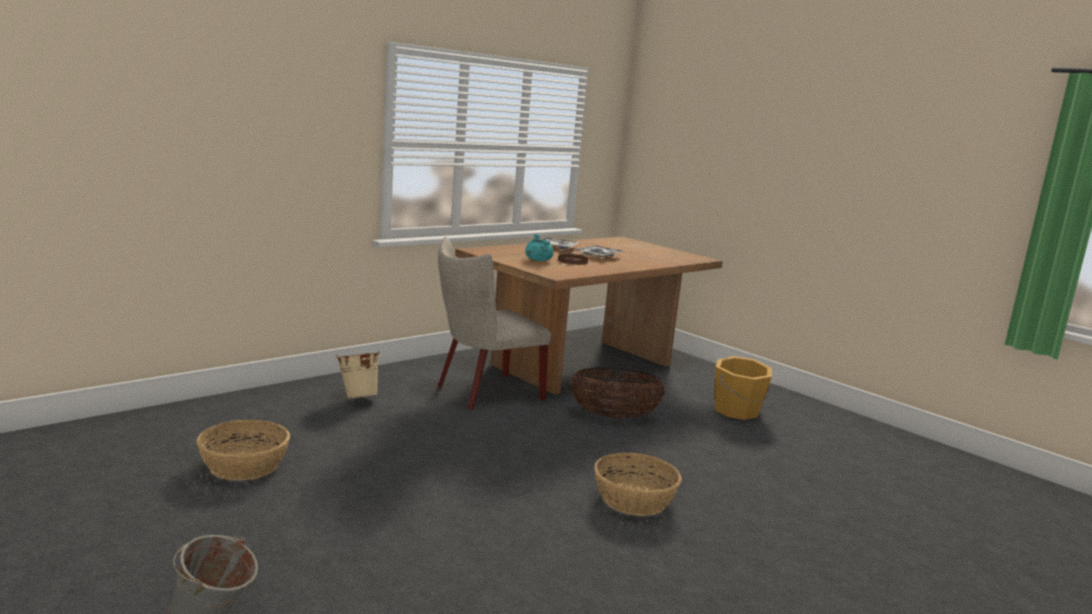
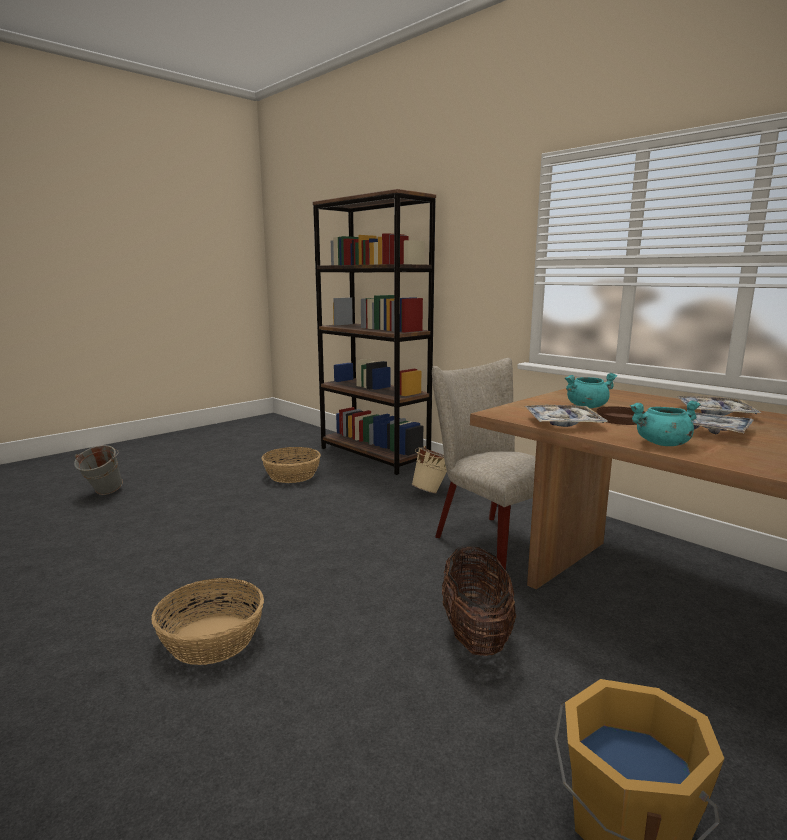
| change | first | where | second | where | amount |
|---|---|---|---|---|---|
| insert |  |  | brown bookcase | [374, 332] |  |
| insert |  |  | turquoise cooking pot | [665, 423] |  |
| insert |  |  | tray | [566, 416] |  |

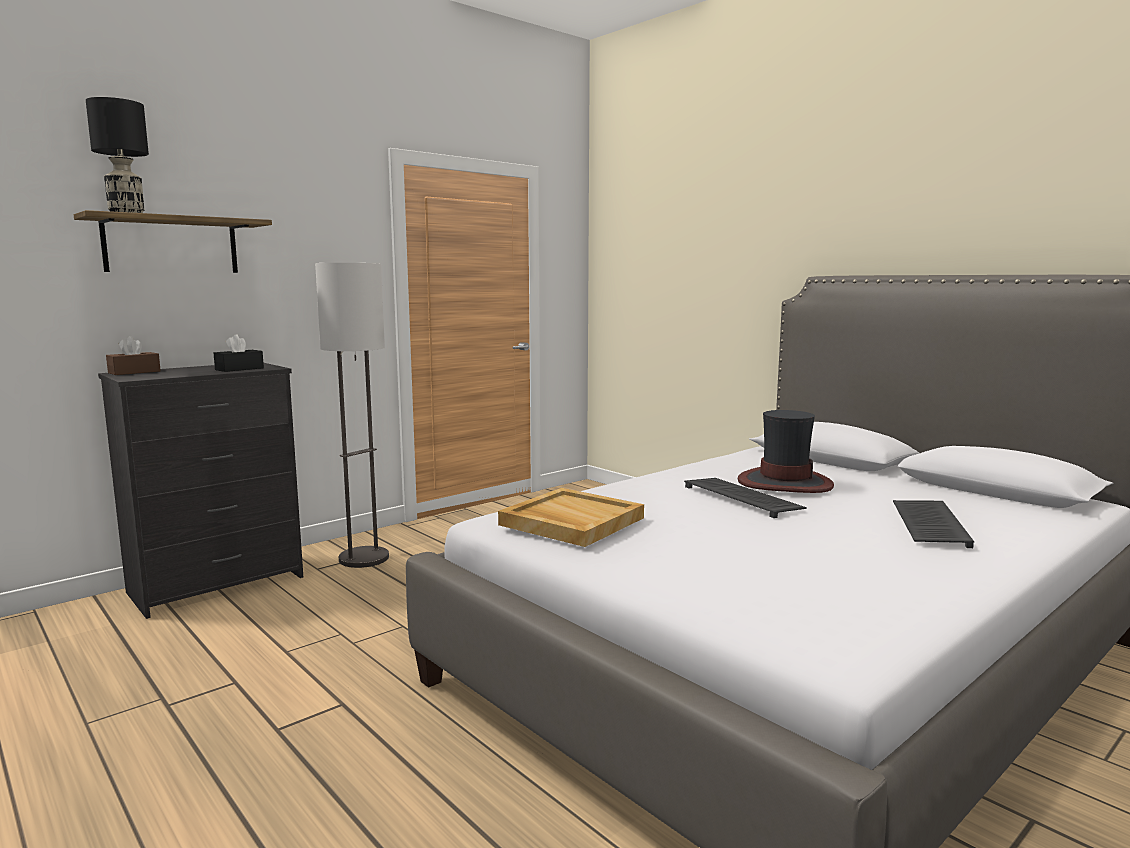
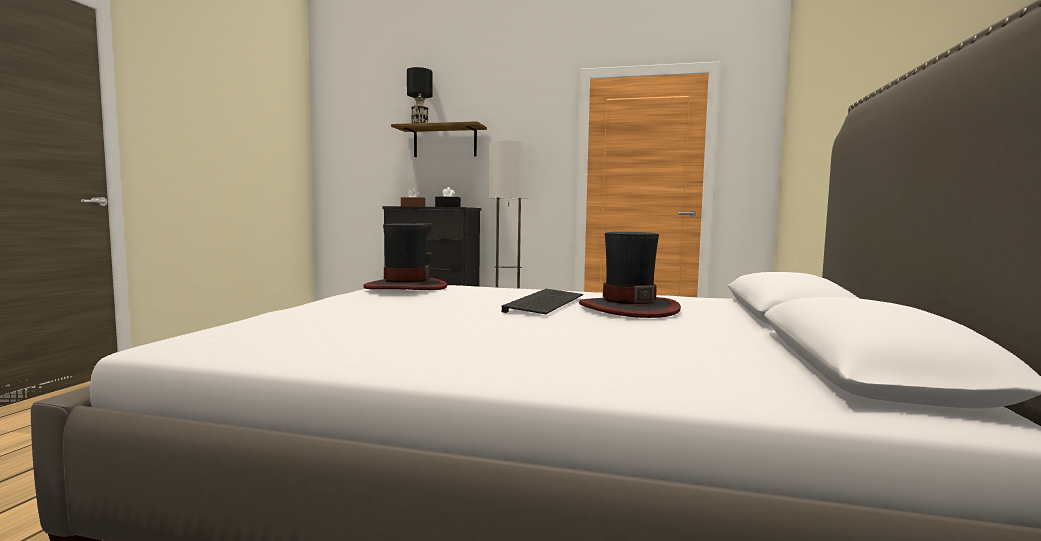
| change | first | where | second | where | amount |
|---|---|---|---|---|---|
| replace | beige tray | [571, 517] | hat | [405, 256] |  |
| delete | keyboard | [933, 524] |  |  |  |

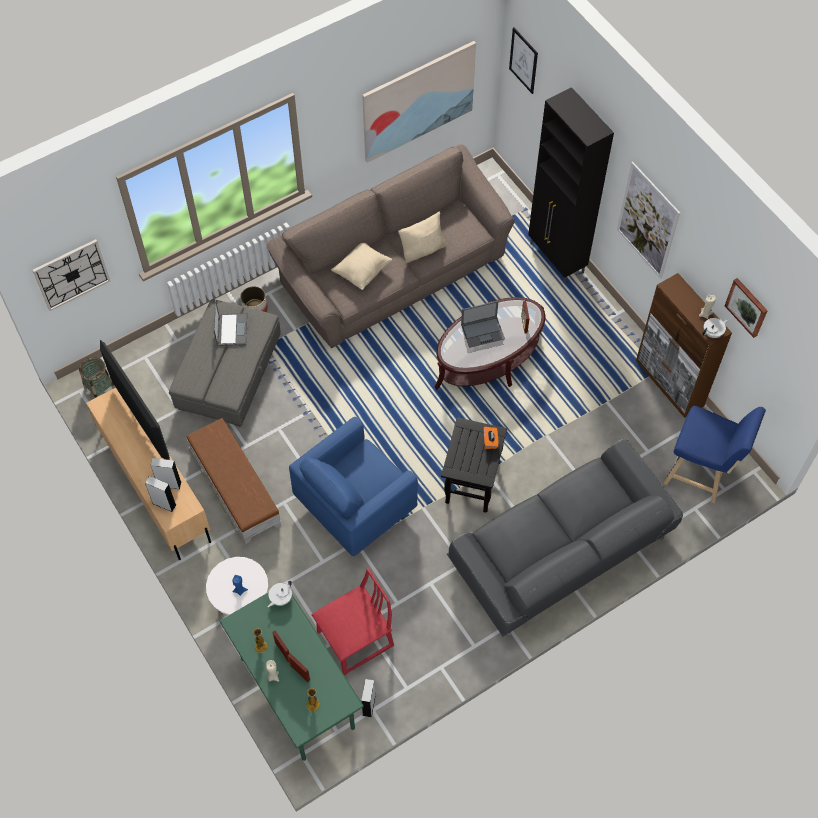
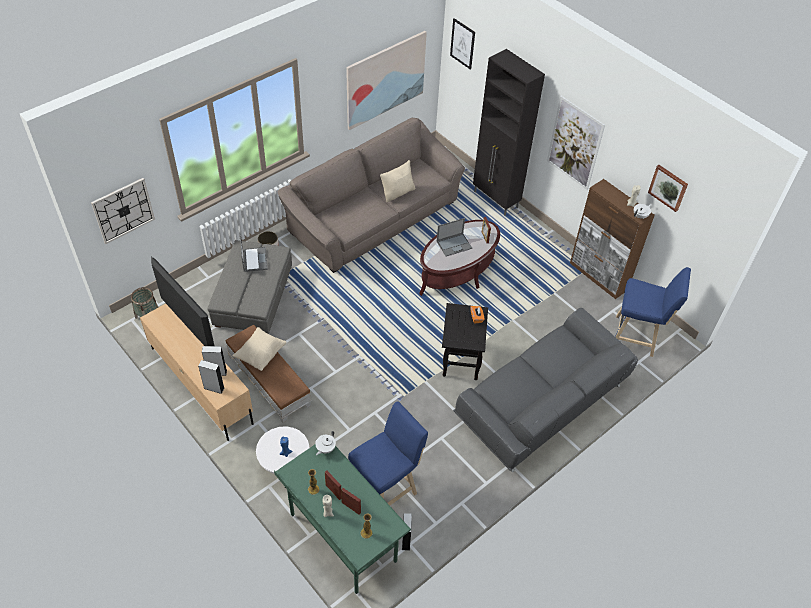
| change | first | where | second | where | amount |
|---|---|---|---|---|---|
| move | beige pillow | [361, 266] |  | [259, 349] |  |
| delete | blue armchair | [353, 486] |  |  |  |
| replace | red chair | [353, 621] | blue stool | [388, 453] |  |

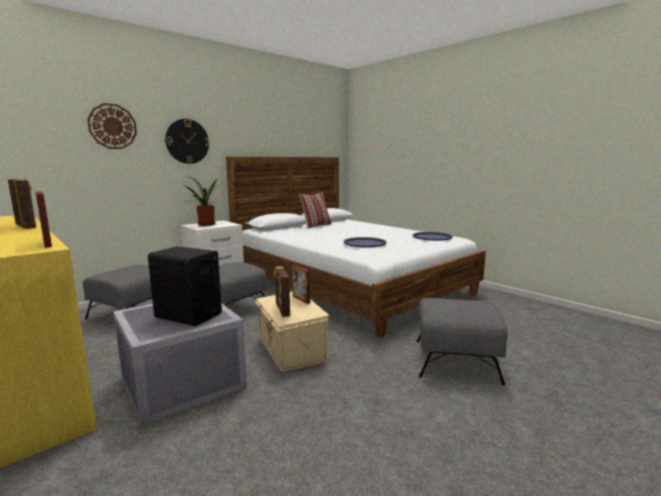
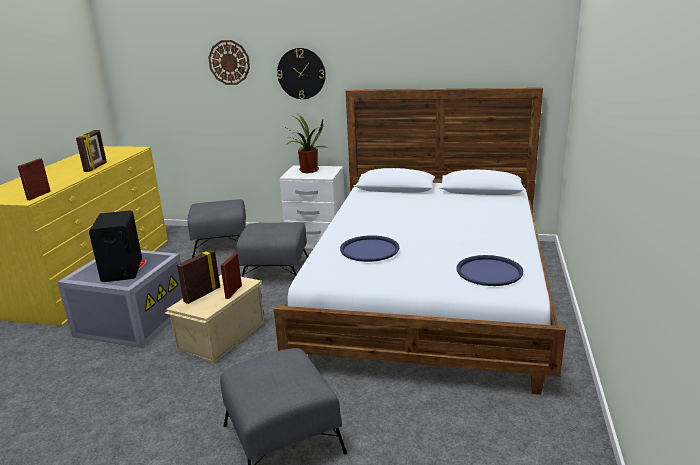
| change | first | where | second | where | amount |
|---|---|---|---|---|---|
| delete | pillow | [315, 210] |  |  |  |

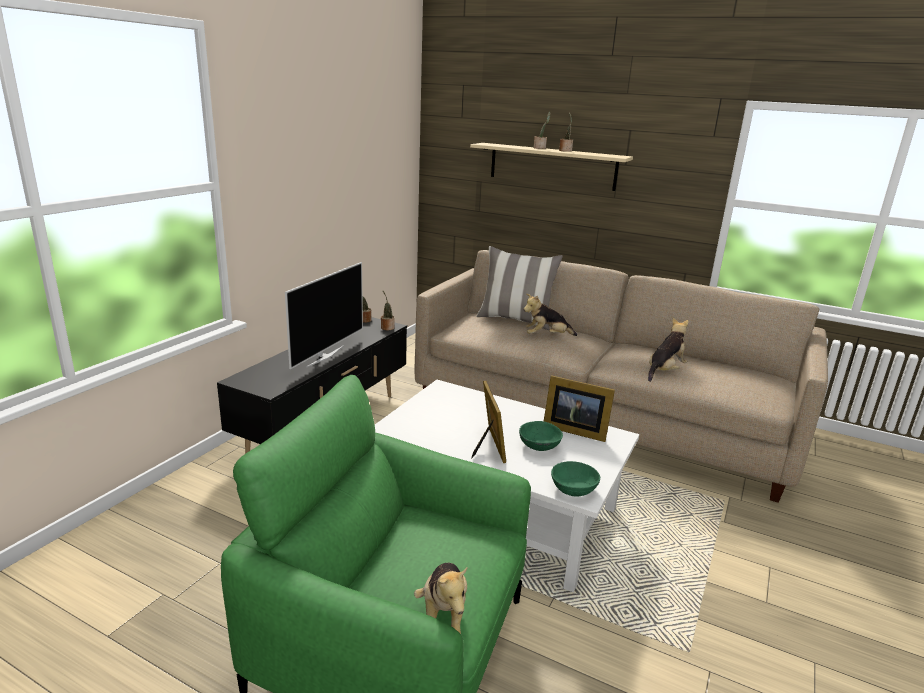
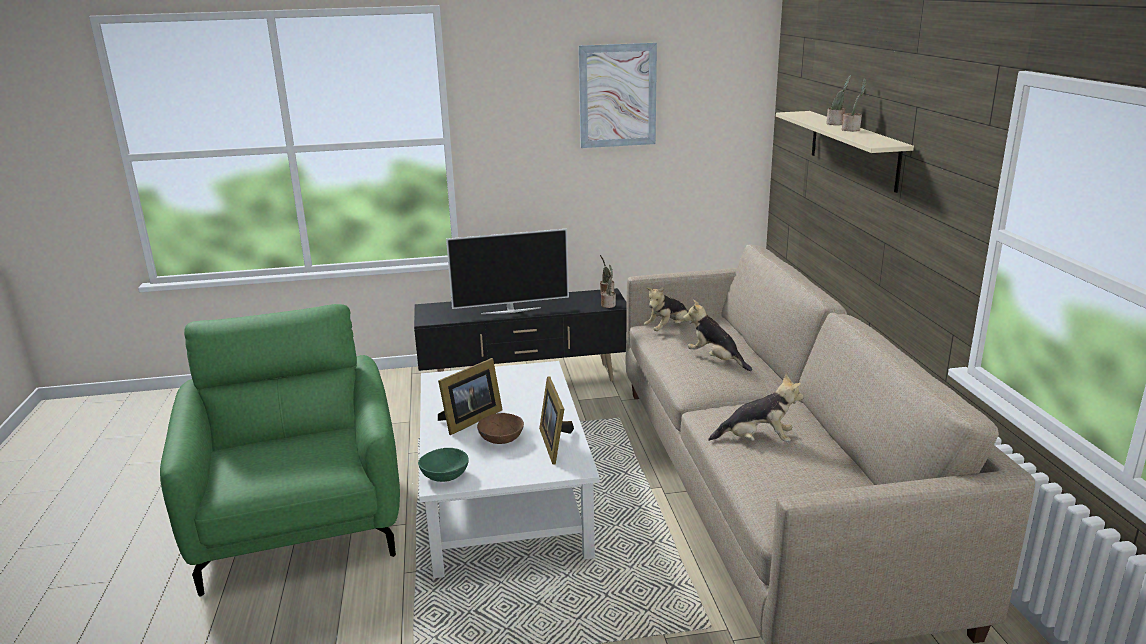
| change | first | where | second | where | amount |
|---|---|---|---|---|---|
| delete | pillow | [520, 288] |  |  |  |
| recolor | green bowl | [541, 436] | brown bowl | [500, 428] |  |
| move | plush toy | [441, 598] |  | [666, 309] |  |
| insert |  |  | picture | [617, 95] |  |

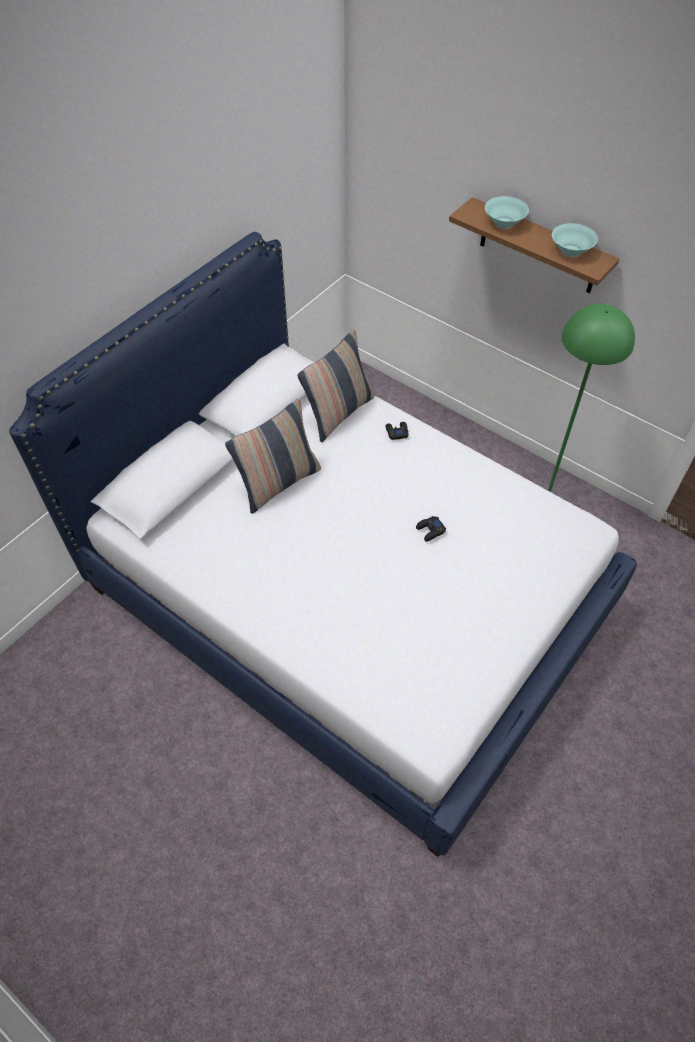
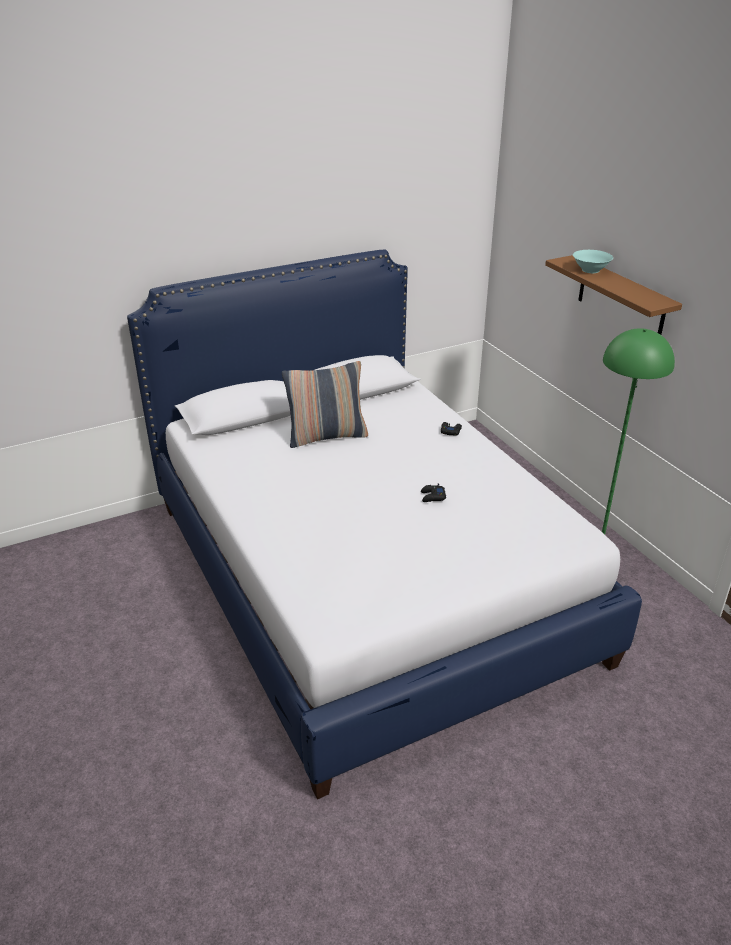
| change | first | where | second | where | amount |
|---|---|---|---|---|---|
| delete | turquoise bowl | [575, 240] |  |  |  |
| delete | pillow | [336, 385] |  |  |  |

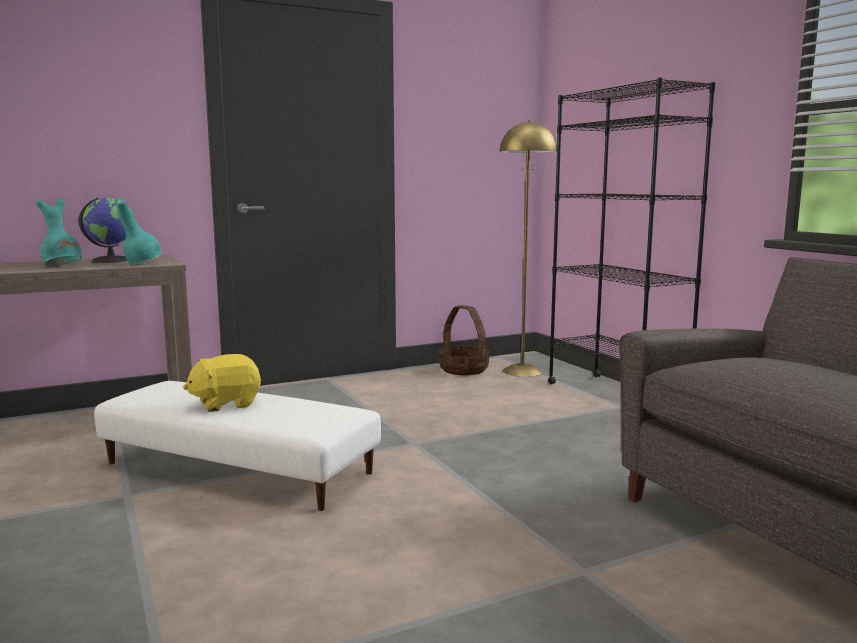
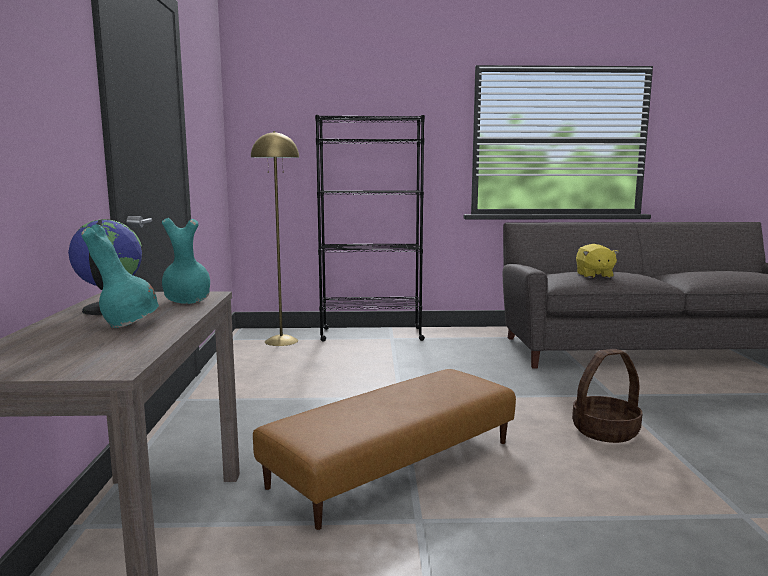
| change | first | where | second | where | amount |
|---|---|---|---|---|---|
| move | basket | [464, 340] |  | [607, 396] |  |
| move | yellow plush toy | [222, 383] |  | [597, 261] |  |
| recolor | white ottoman | [237, 446] | brown ottoman | [384, 449] |  |

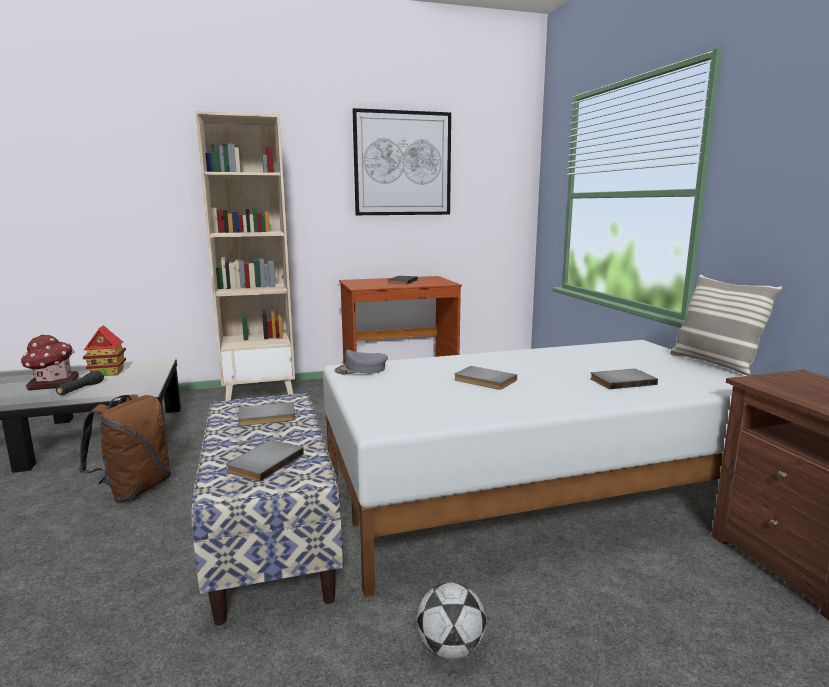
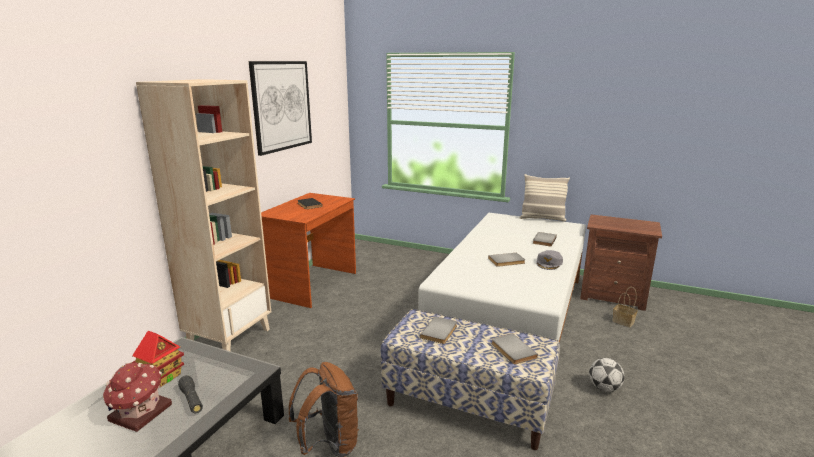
| change | first | where | second | where | amount |
|---|---|---|---|---|---|
| move | grey cap | [361, 362] |  | [549, 260] |  |
| insert |  |  | basket | [625, 307] |  |

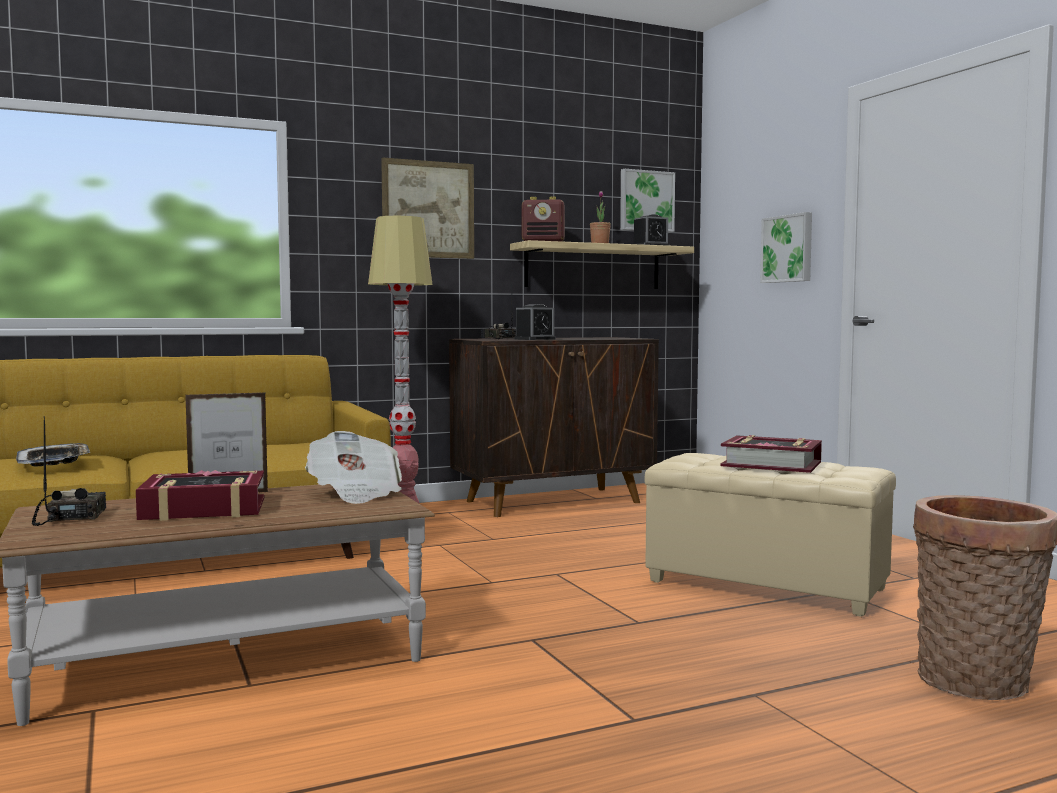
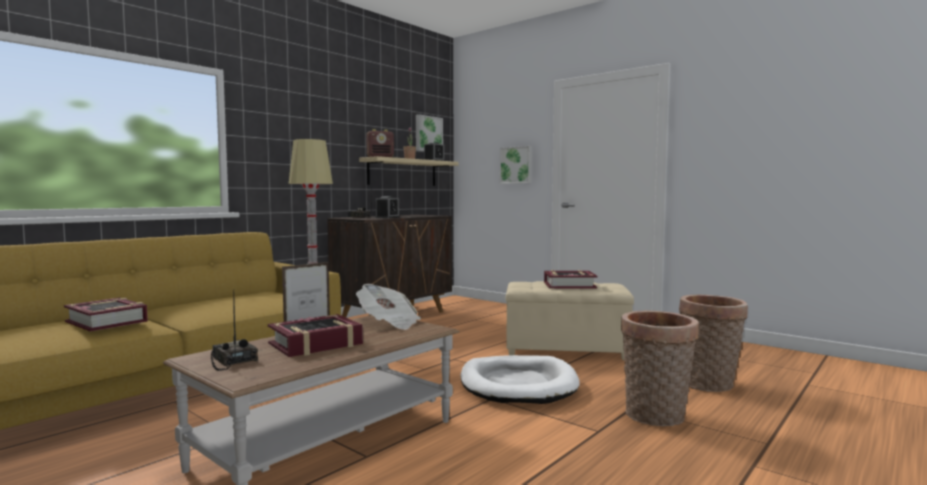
| change | first | where | second | where | amount |
|---|---|---|---|---|---|
| delete | picture | [427, 208] |  |  |  |
| replace | tray | [53, 454] | book | [106, 314] |  |
| insert |  |  | basket | [660, 368] |  |
| insert |  |  | white dog bed | [520, 379] |  |

